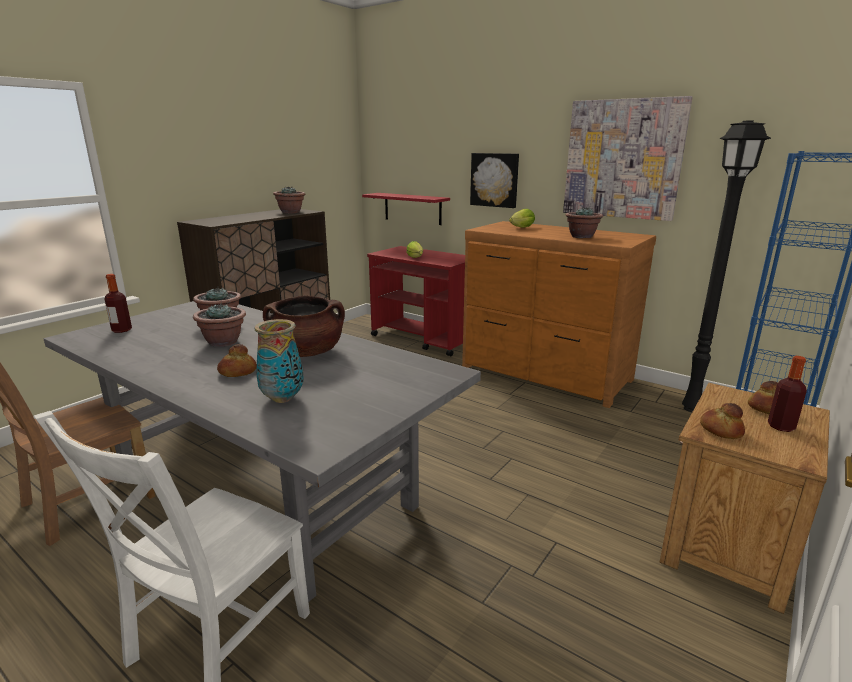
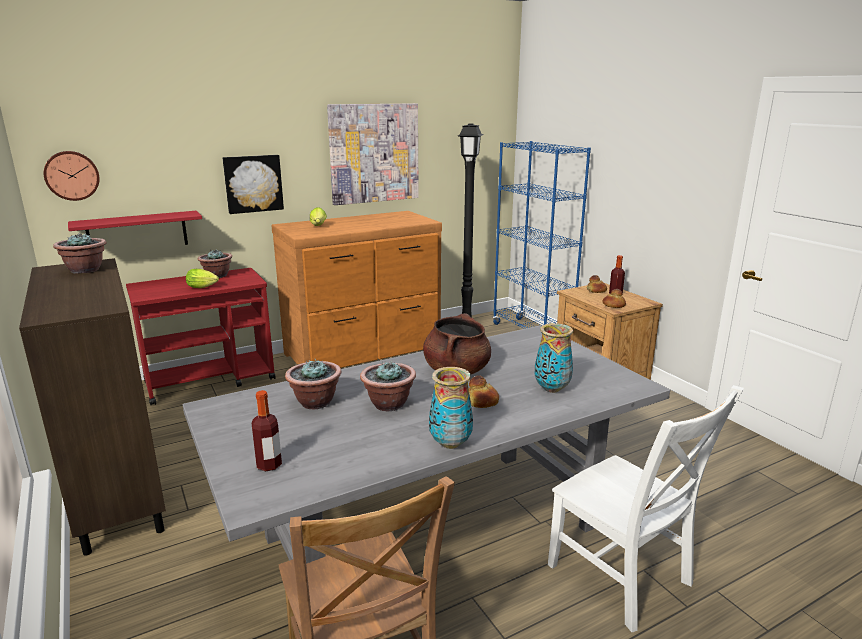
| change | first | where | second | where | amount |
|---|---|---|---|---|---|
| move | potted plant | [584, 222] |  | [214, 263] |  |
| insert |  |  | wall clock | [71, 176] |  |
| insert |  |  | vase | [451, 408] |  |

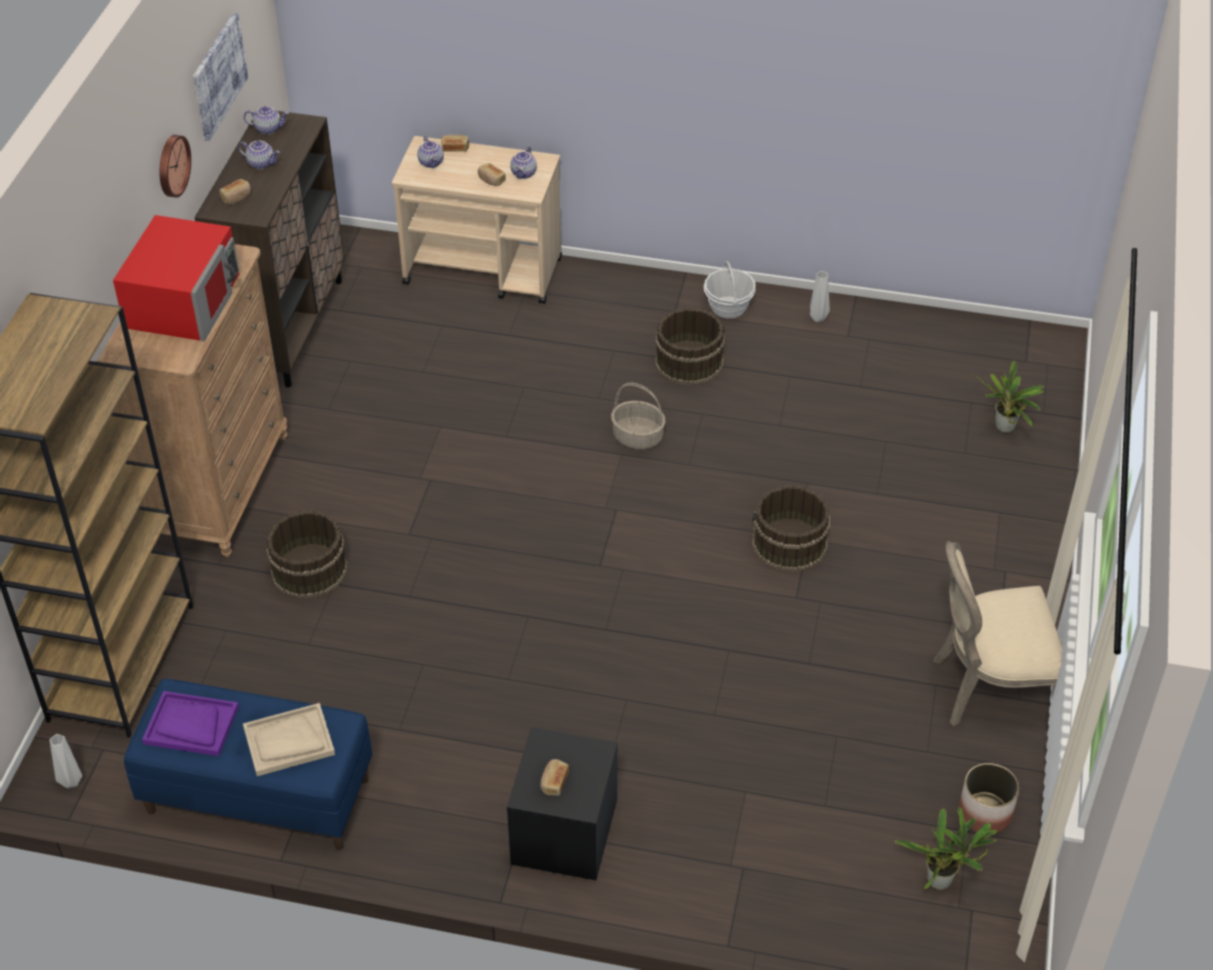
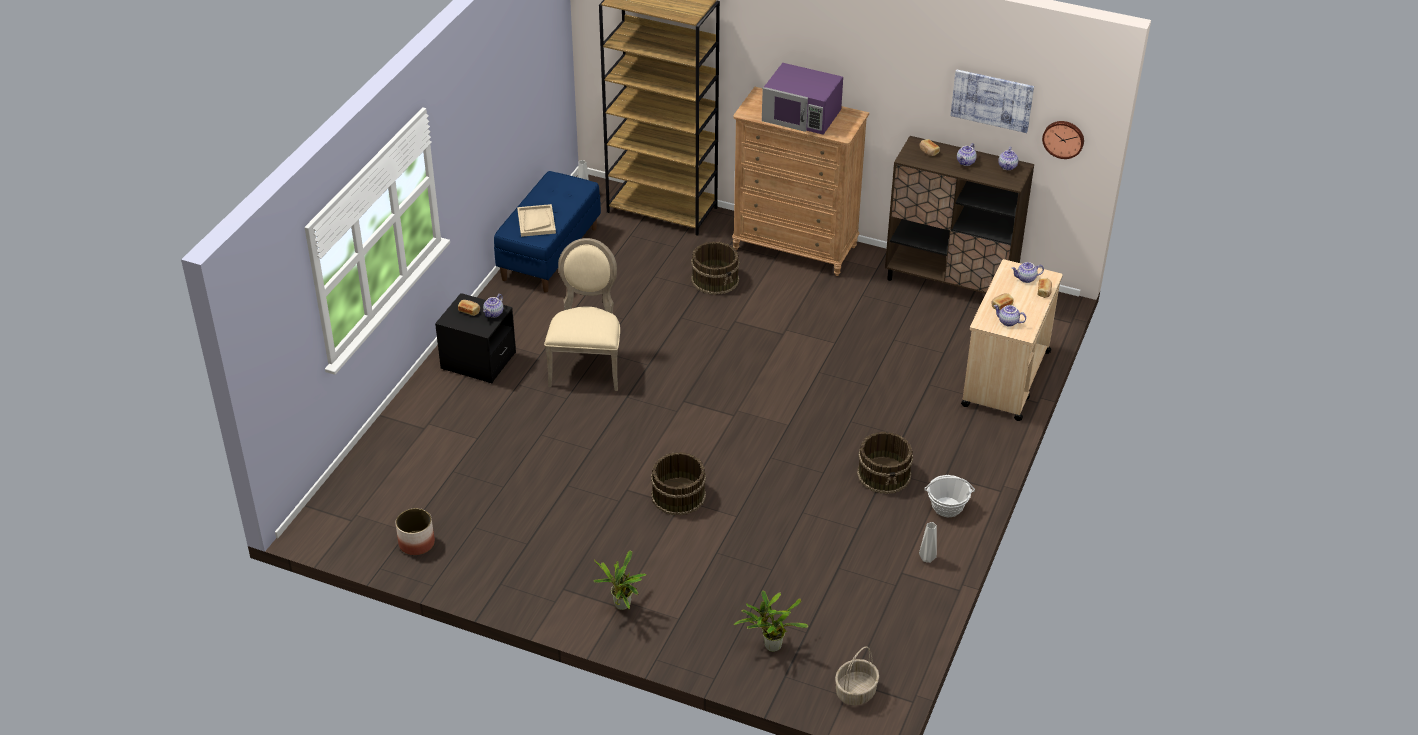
| change | first | where | second | where | amount |
|---|---|---|---|---|---|
| move | wall clock | [175, 166] |  | [1063, 140] |  |
| recolor | red microwave | [176, 278] | purple microwave | [802, 99] |  |
| move | basket | [638, 416] |  | [857, 676] |  |
| move | beige chair | [998, 633] |  | [582, 314] |  |
| delete | purple tray | [190, 723] |  |  |  |
| move | potted plant | [946, 848] |  | [620, 580] |  |
| insert |  |  | teapot | [493, 306] |  |

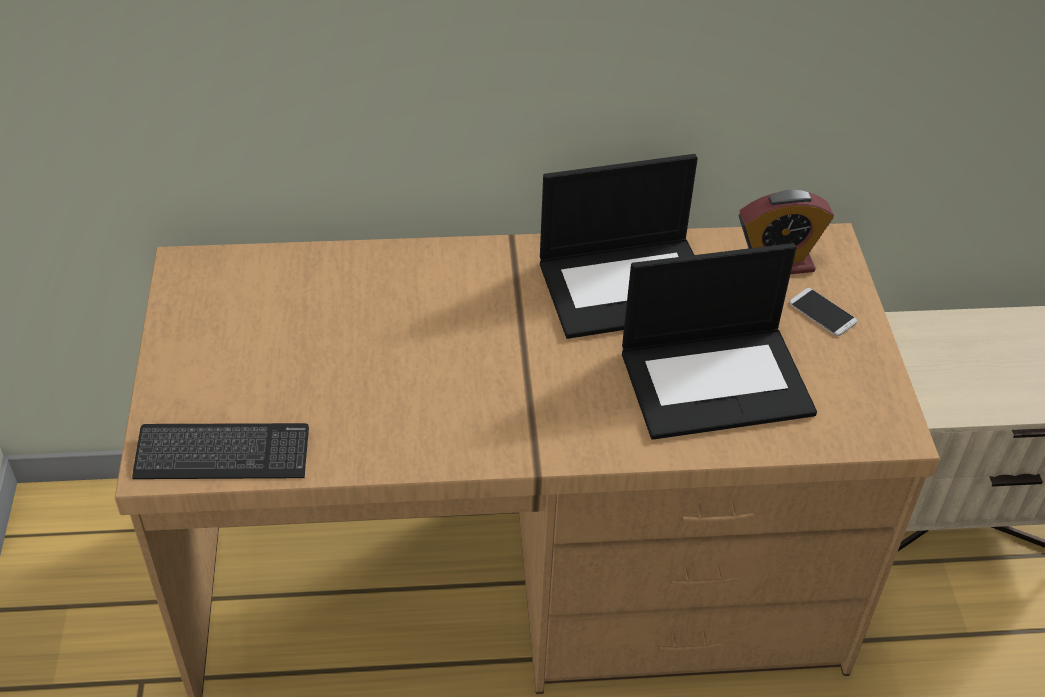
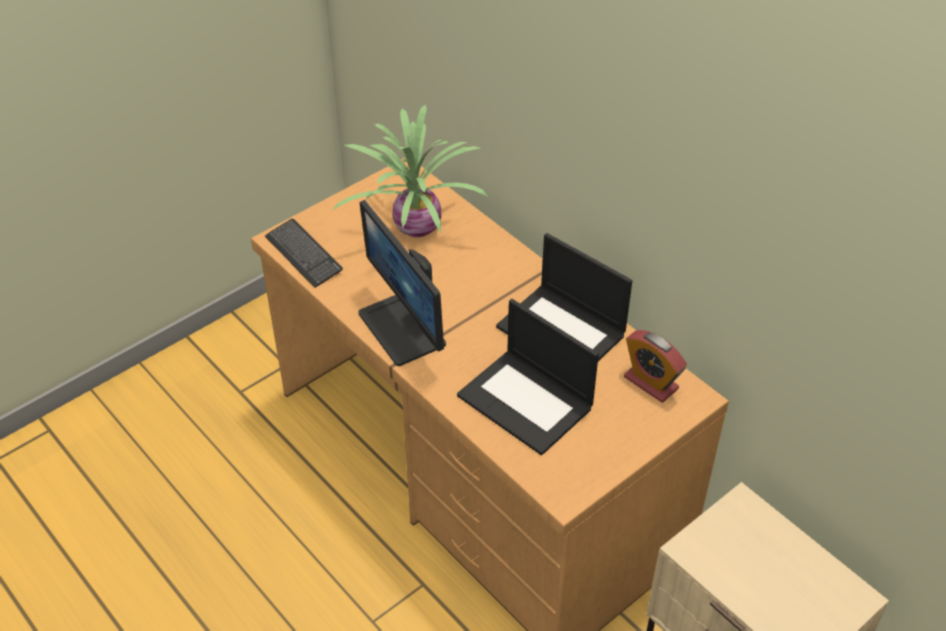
| change | first | where | second | where | amount |
|---|---|---|---|---|---|
| delete | phone | [823, 312] |  |  |  |
| insert |  |  | potted plant | [410, 171] |  |
| insert |  |  | monitor | [402, 283] |  |

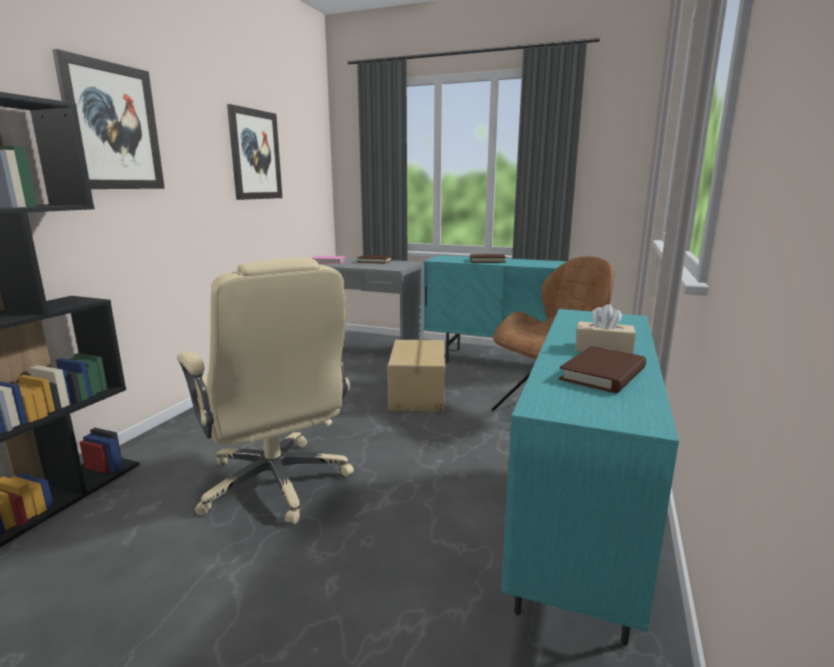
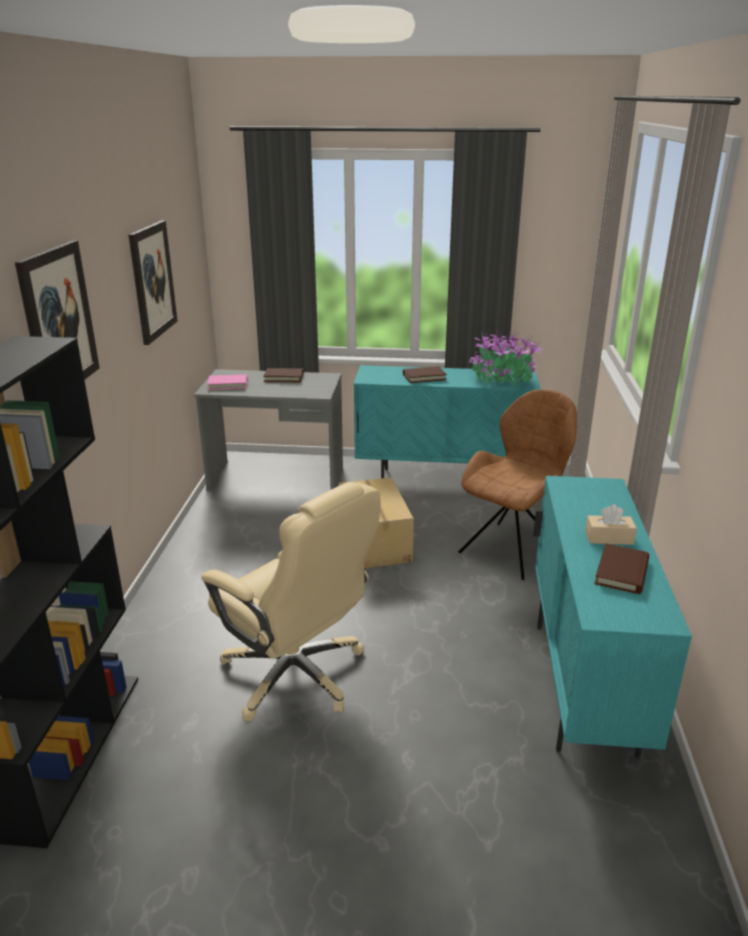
| change | first | where | second | where | amount |
|---|---|---|---|---|---|
| insert |  |  | potted plant | [505, 357] |  |

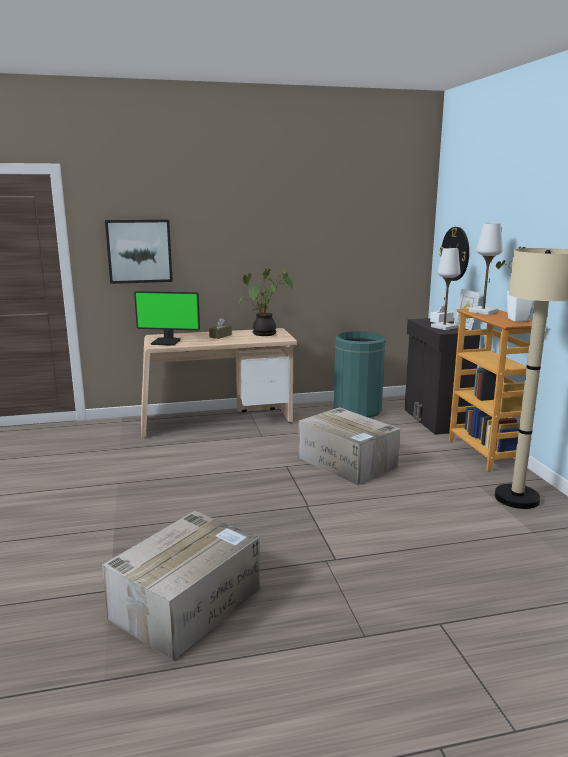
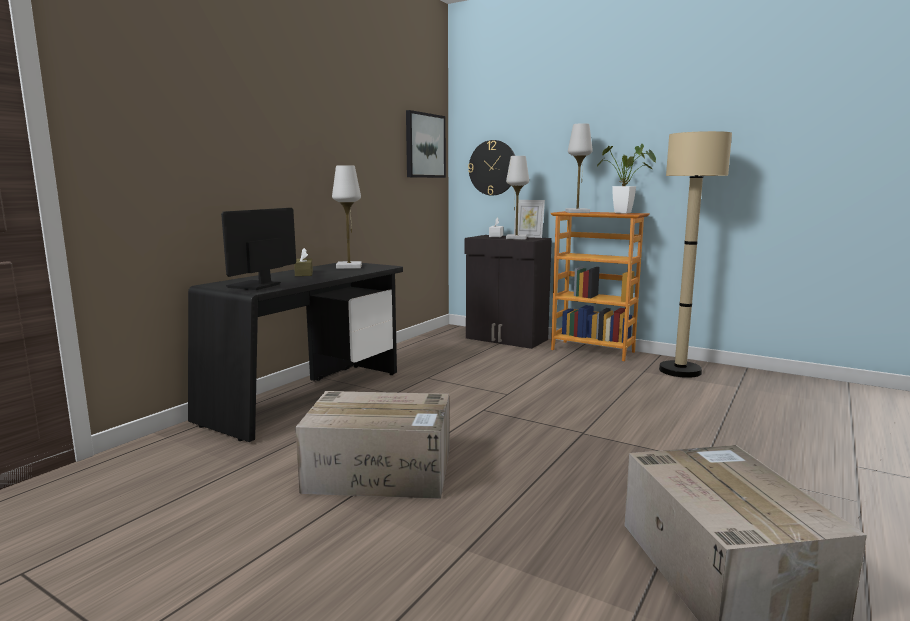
| change | first | where | second | where | amount |
|---|---|---|---|---|---|
| move | picture | [139, 251] |  | [426, 144] |  |
| replace | potted plant | [266, 302] | white table lamp | [347, 217] |  |
| rotate | monitor | [167, 318] |  | [258, 249] | 150 degrees clockwise |
| recolor | beige desk | [219, 382] | black desk | [295, 352] |  |
| delete | green trash can | [359, 374] |  |  |  |
| move | cardboard box | [349, 446] |  | [372, 445] |  |

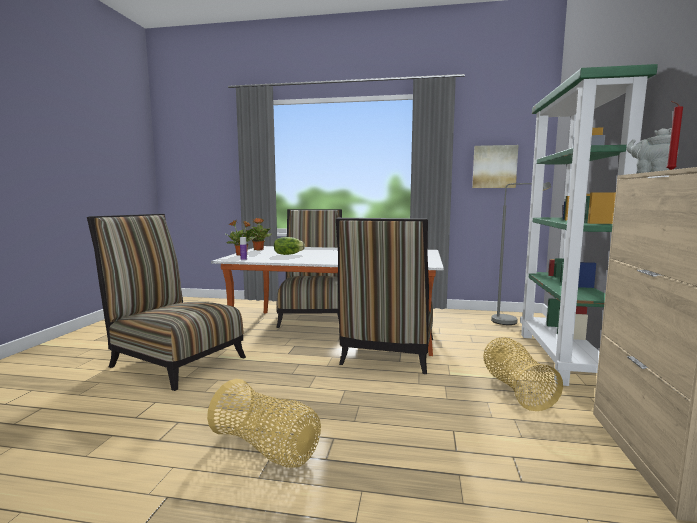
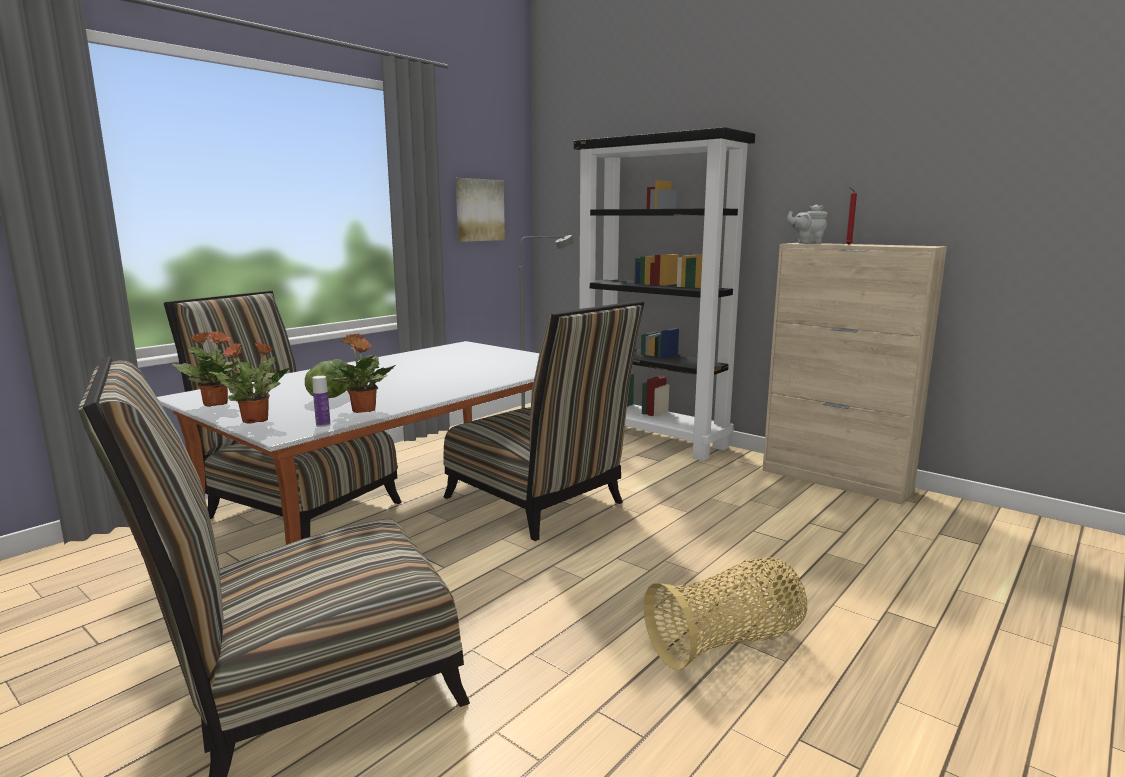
| change | first | where | second | where | amount |
|---|---|---|---|---|---|
| recolor | green bookcase | [589, 225] | black bookcase | [664, 294] |  |
| delete | basket | [523, 374] |  |  |  |
| insert |  |  | potted plant | [364, 373] |  |

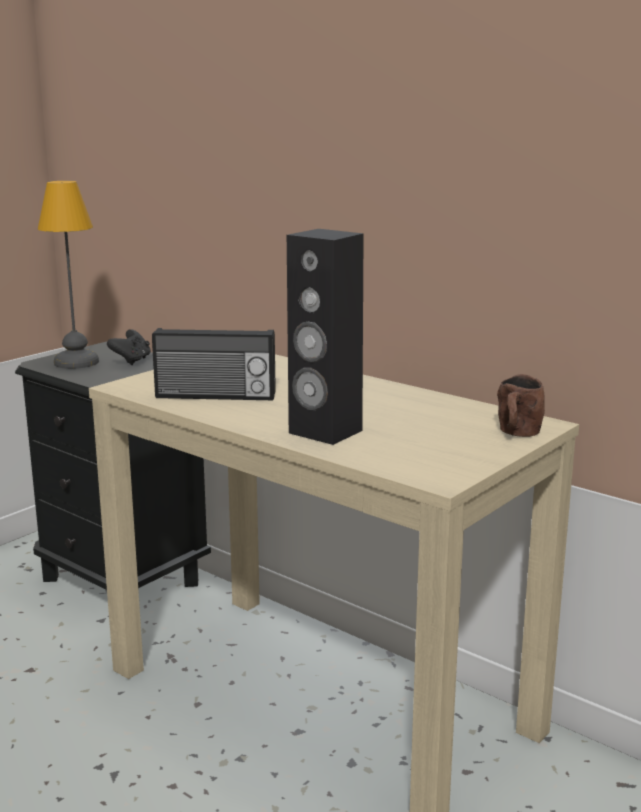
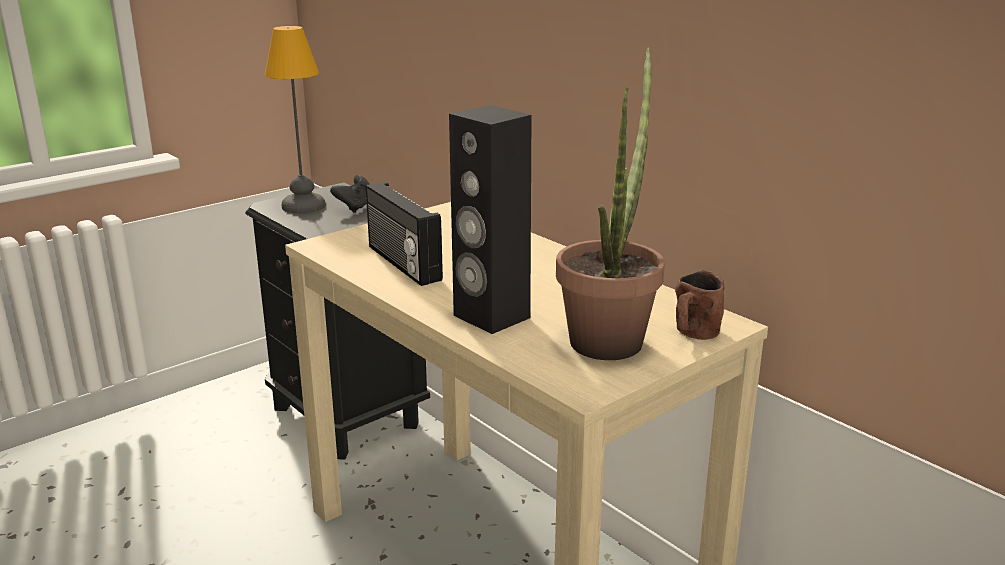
| change | first | where | second | where | amount |
|---|---|---|---|---|---|
| rotate | radio | [214, 364] |  | [404, 234] | 45 degrees clockwise |
| insert |  |  | potted plant | [610, 203] |  |

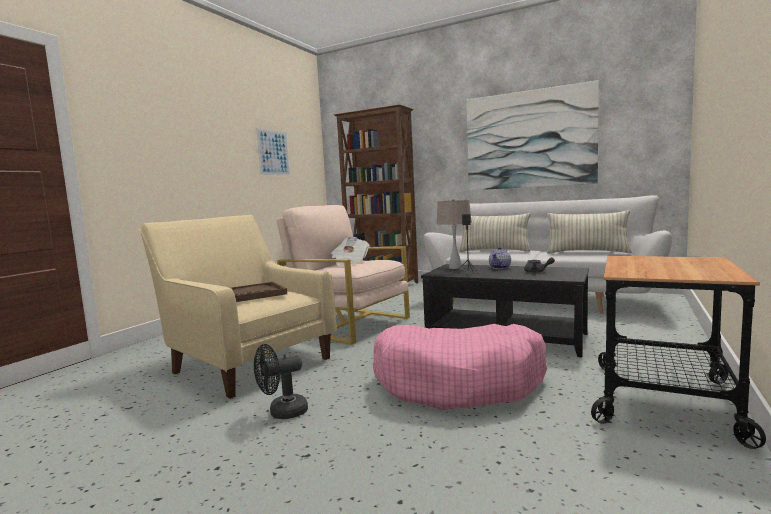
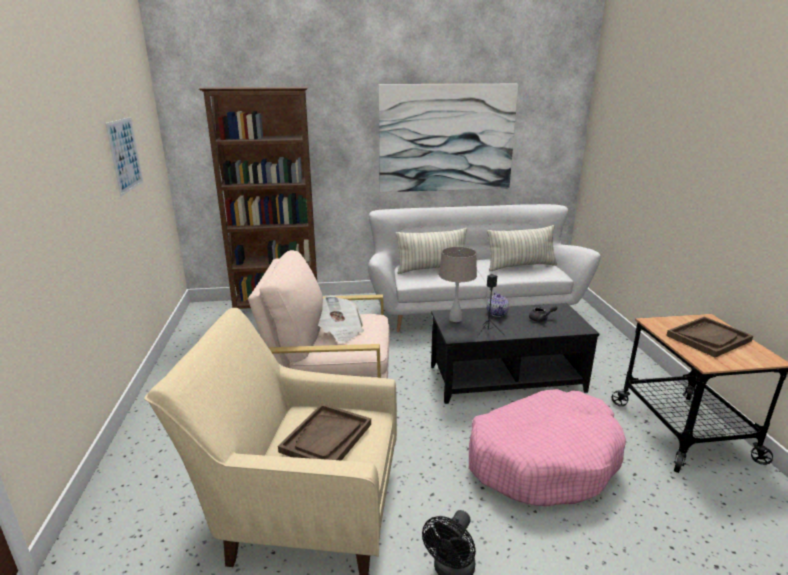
| change | first | where | second | where | amount |
|---|---|---|---|---|---|
| insert |  |  | brown tray | [709, 337] |  |

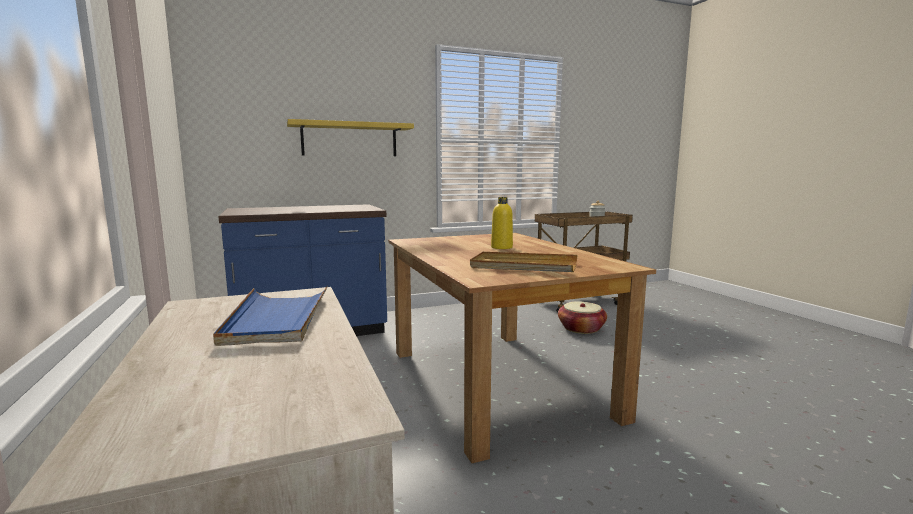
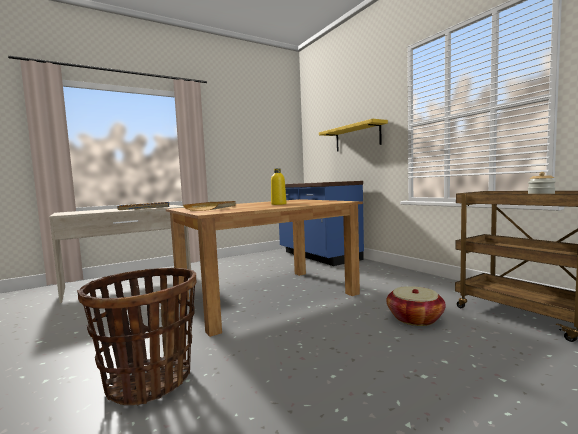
| change | first | where | second | where | amount |
|---|---|---|---|---|---|
| insert |  |  | basket | [136, 337] |  |

